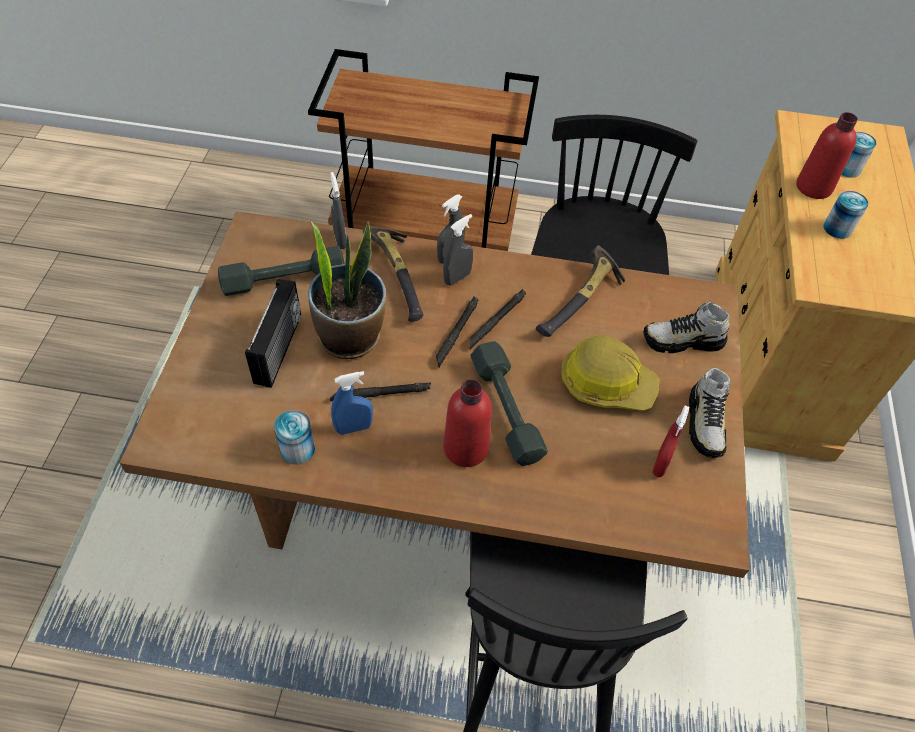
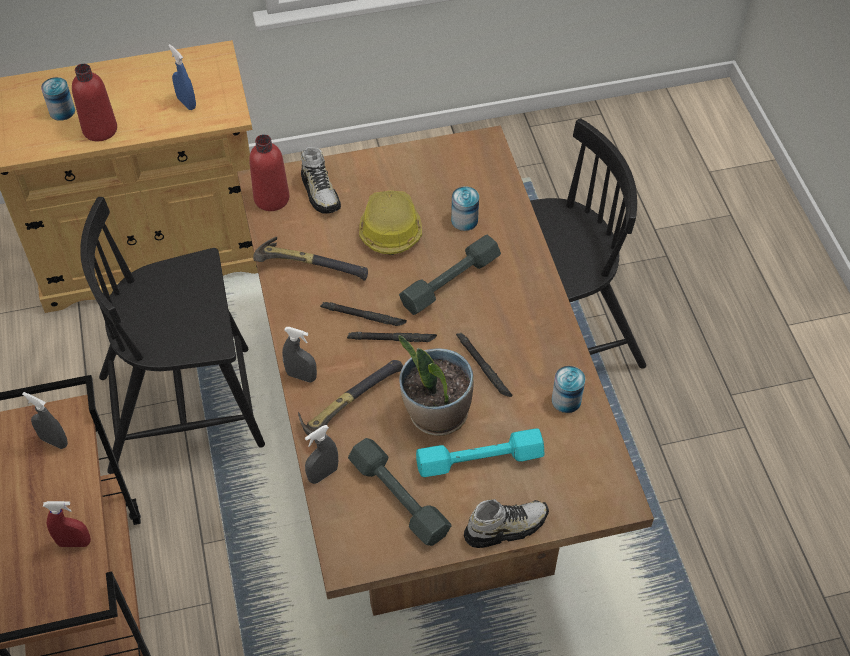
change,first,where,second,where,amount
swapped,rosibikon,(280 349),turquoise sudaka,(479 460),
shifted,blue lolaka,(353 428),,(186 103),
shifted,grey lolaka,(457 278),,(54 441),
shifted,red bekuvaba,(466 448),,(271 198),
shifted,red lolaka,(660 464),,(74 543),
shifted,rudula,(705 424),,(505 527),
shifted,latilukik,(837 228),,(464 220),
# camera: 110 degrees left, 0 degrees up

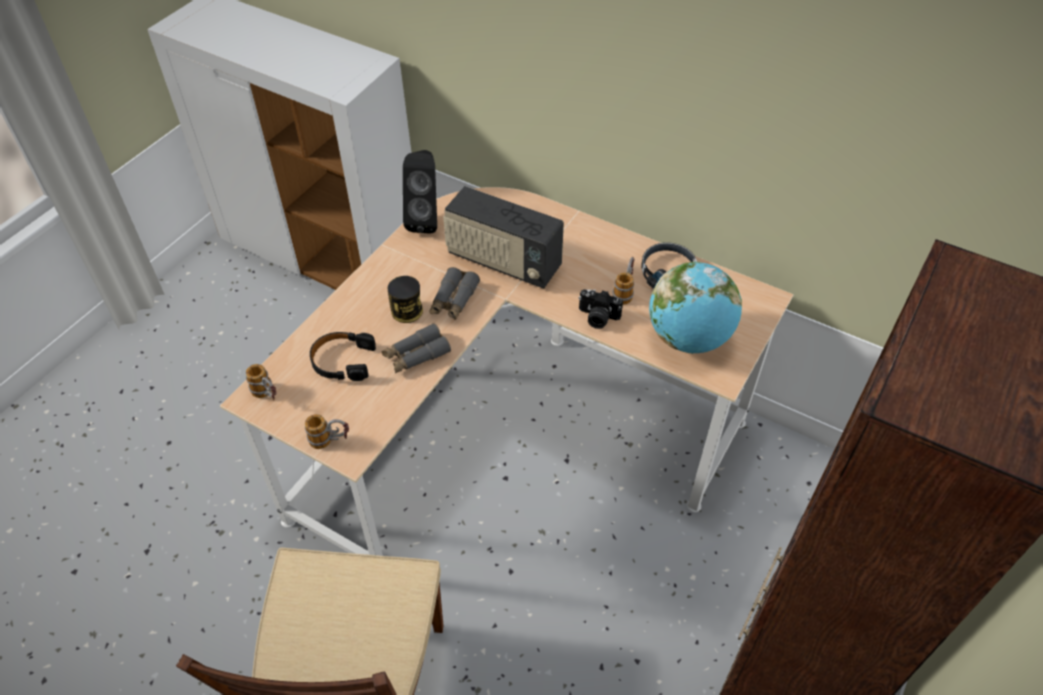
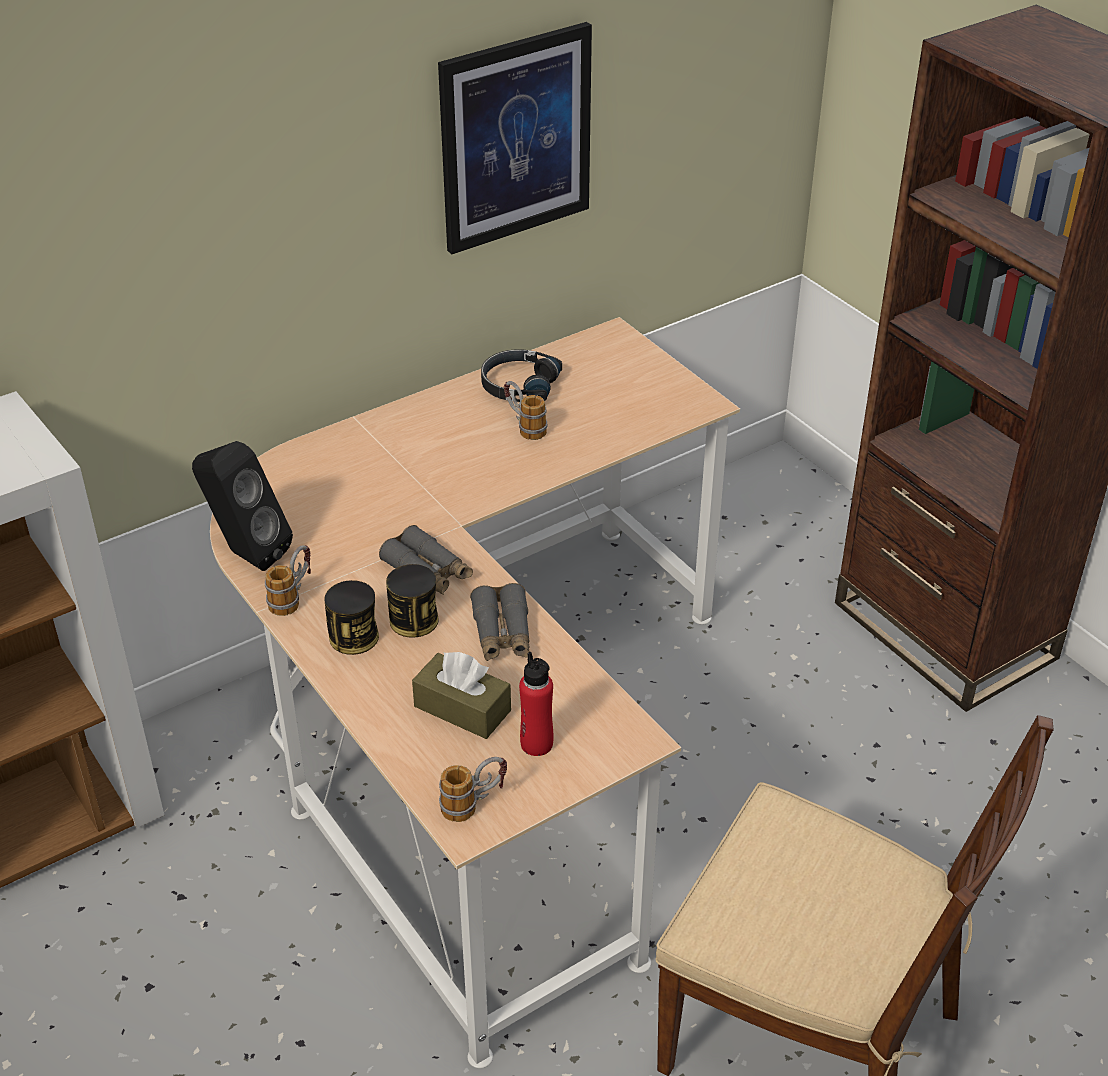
change,first,where,second,where,amount
shifted,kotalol,(330 441),,(293 597),
swapped,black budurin,(342 361),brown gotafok,(462 708),
gone,rosibikon,(503 262),,,
gone,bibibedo,(597 318),,,
gone,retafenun,(688 338),,,
new,,,latilukik,(354 637),
new,,,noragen,(515 138),
new,,,red bekuvaba,(536 744),
# camera: 65 degrees left, 10 degrees down

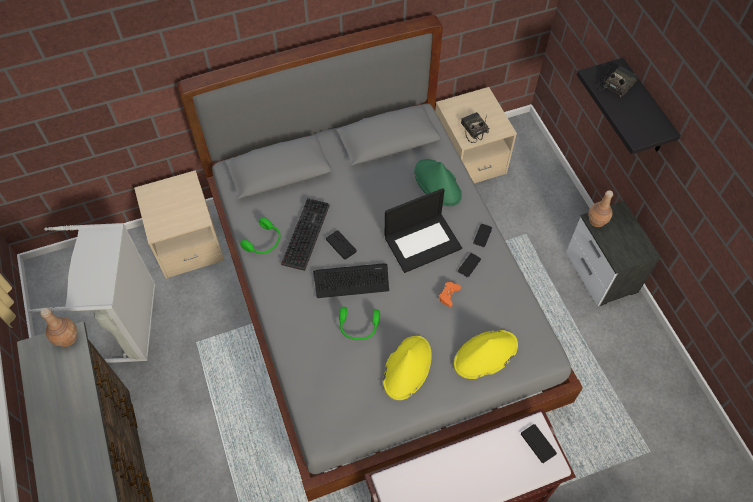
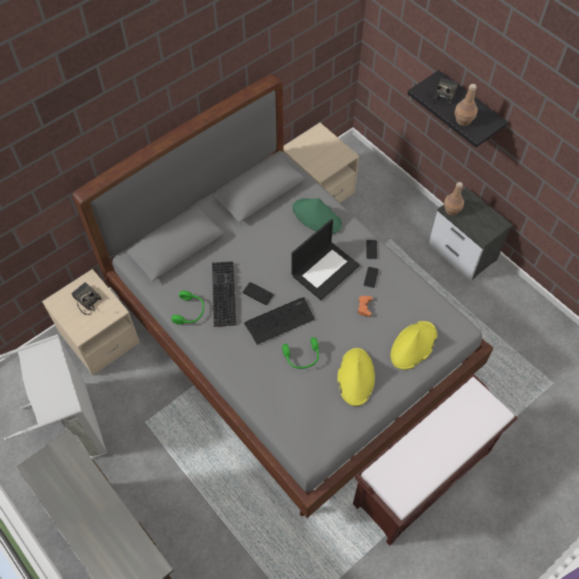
change,first,where,second,where,amount
shifted,brown bekuvaba,(66 337),,(463 120),
shifted,rosibikon,(473 130),,(86 300),
gone,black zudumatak,(538 443),,,
# camera: 20 degrees left, 0 degrees up

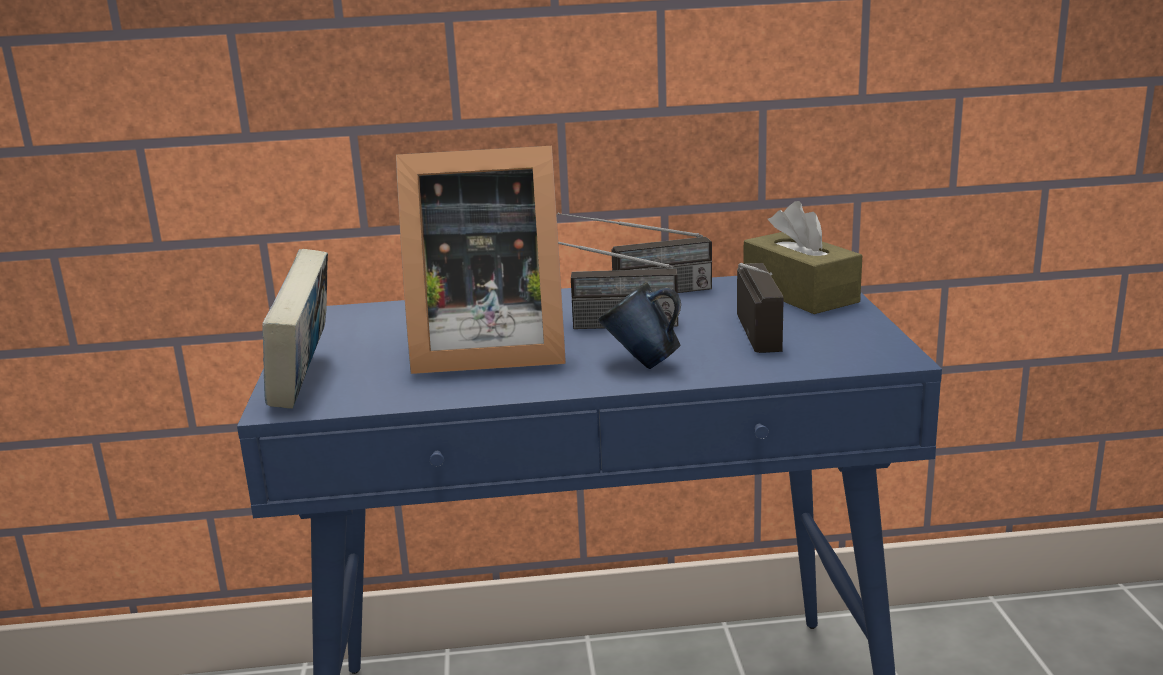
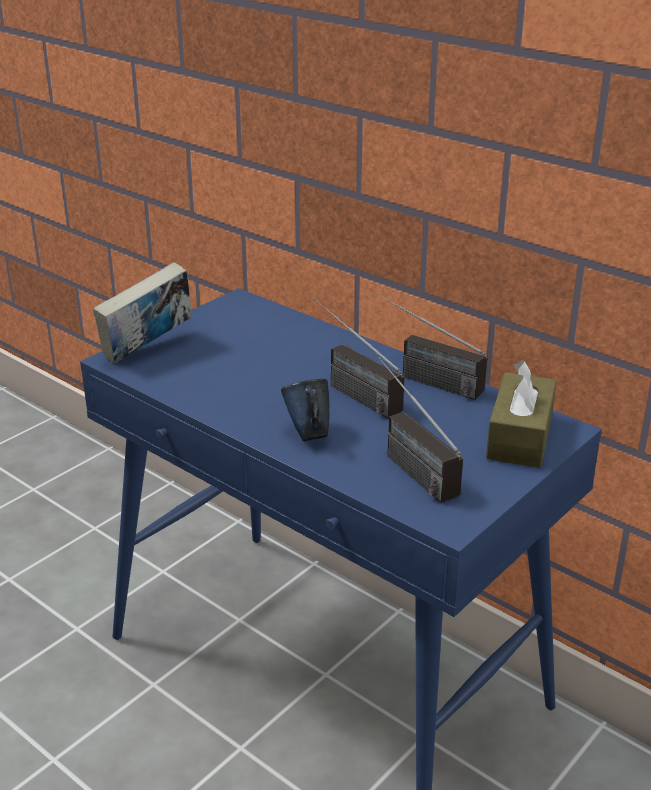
change,first,where,second,where,amount
gone,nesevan,(483 351),,,
rotated,rosibikon,(767 343),,(405 463),105 degrees clockwise
# camera: 45 degrees right, 10 degrees up

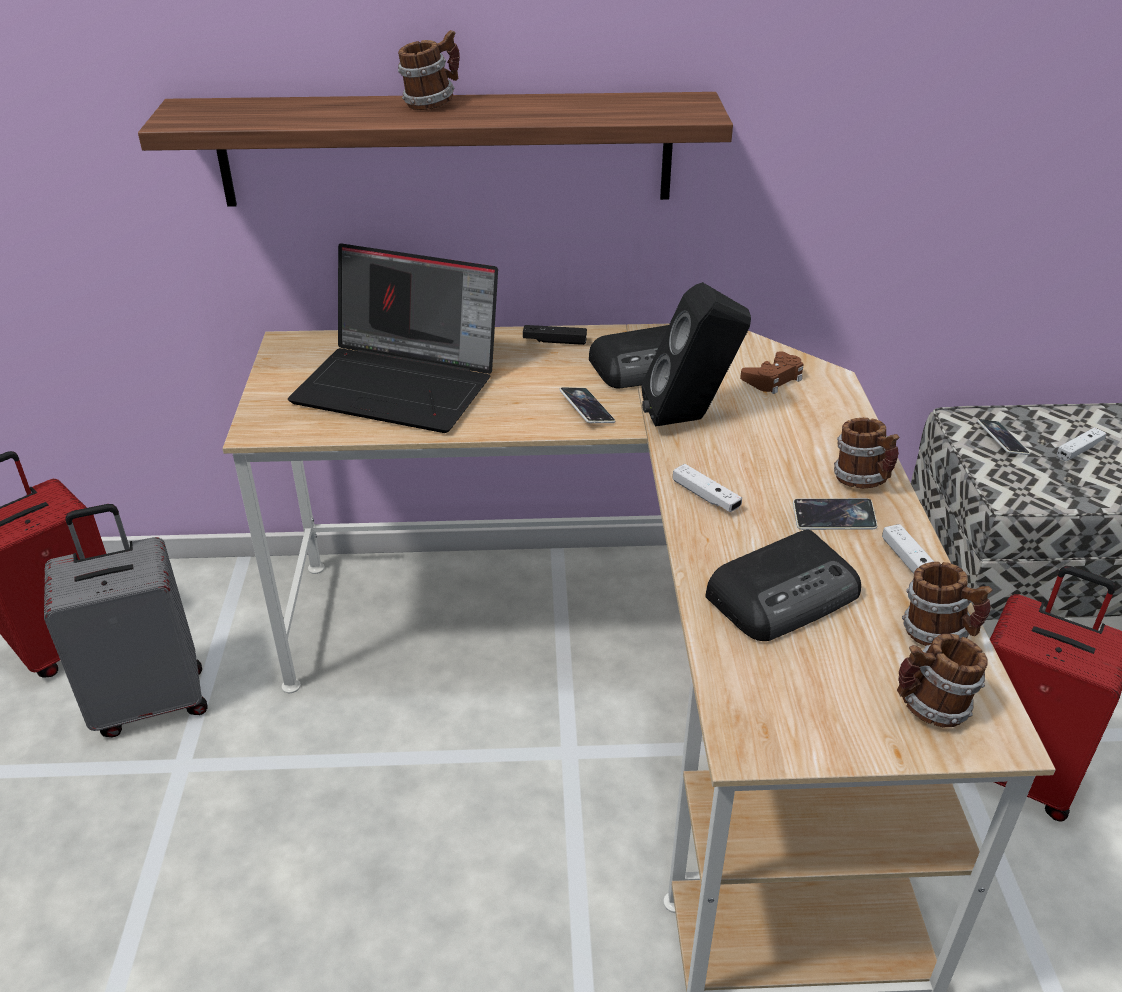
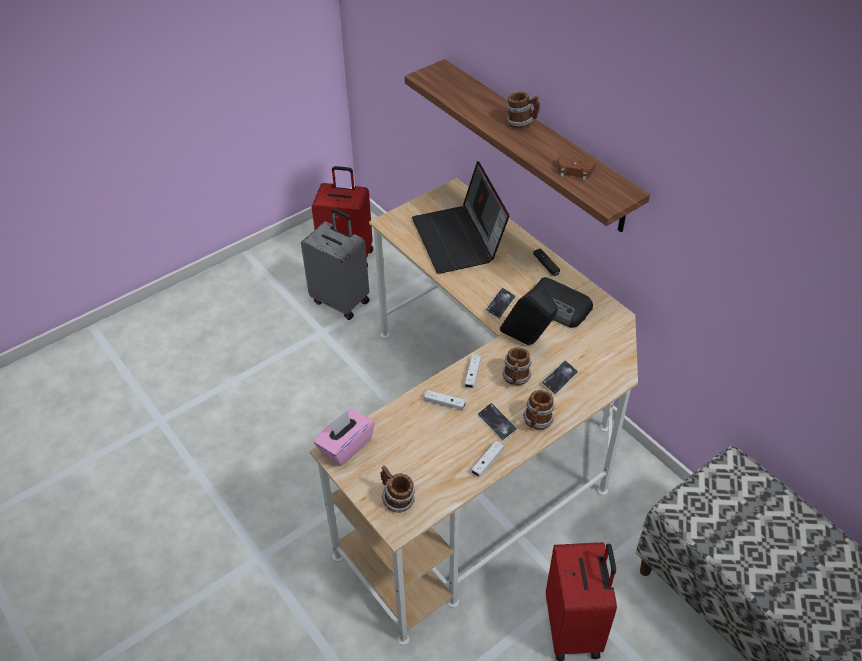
change,first,where,second,where,amount
gone,rosibikon,(785 594),,,
shifted,brown zudumatak,(773 379),,(574 171),
shifted,kotalol,(938 634),,(516 379),
shifted,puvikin,(1001 440),,(559 379),
shifted,white zudumatak,(1079 450),,(444 403),
new,,,pink gotafok,(345 446),
# camera: 55 degrees right, 10 degrees up

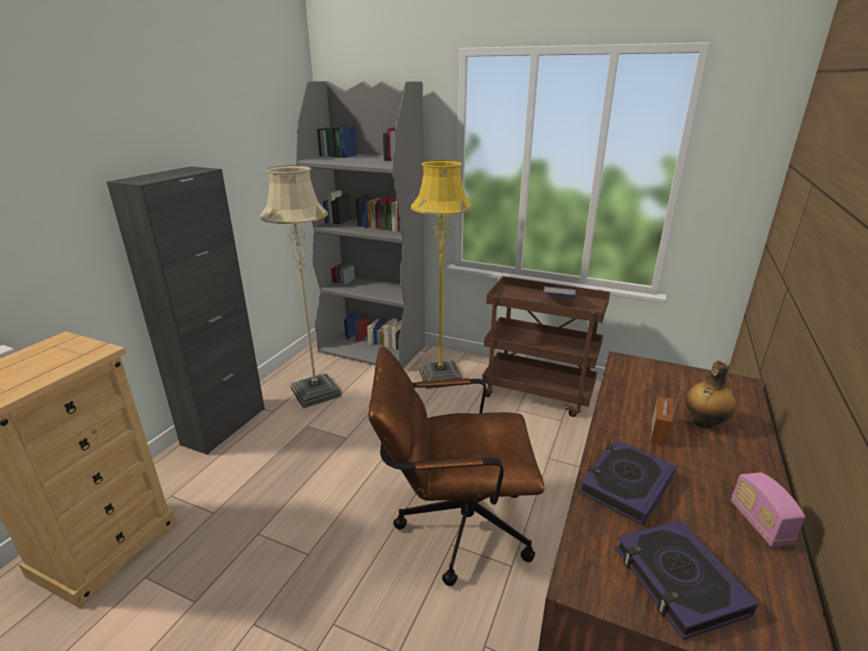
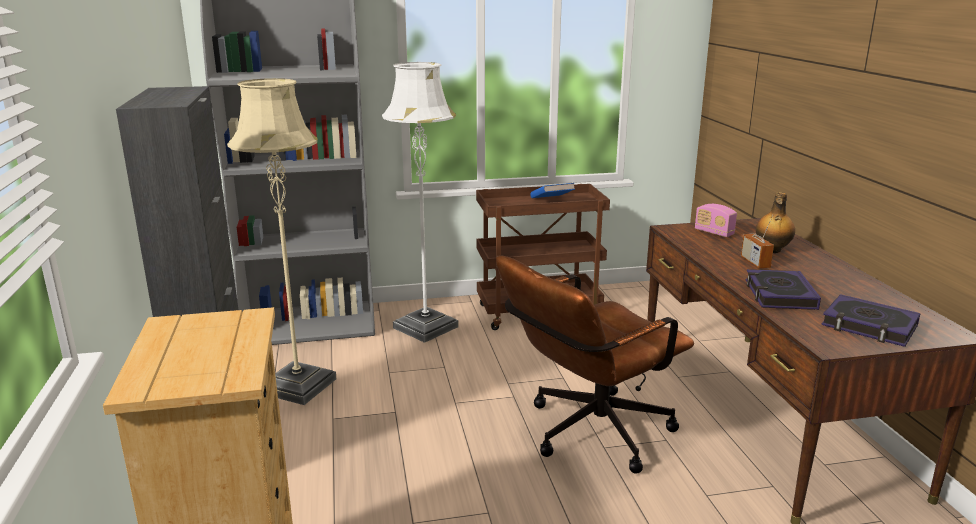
change,first,where,second,where,amount
repainted,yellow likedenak,(440 376),white likedenak,(426 327),
shifted,rosibikon,(759 523),,(714 232),
# camera: 35 degrees left, 5 degrees down

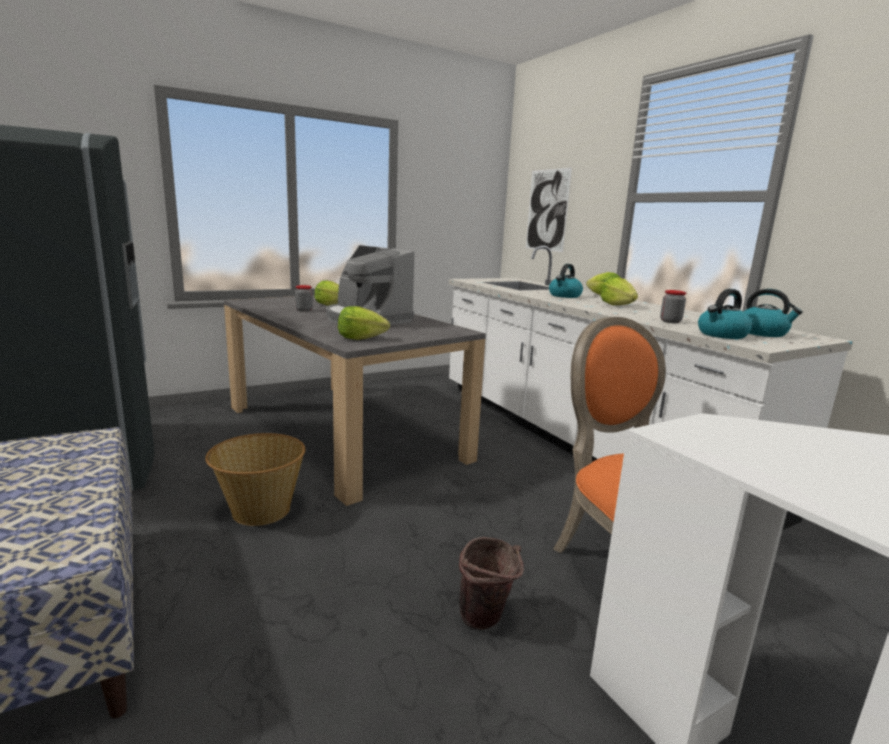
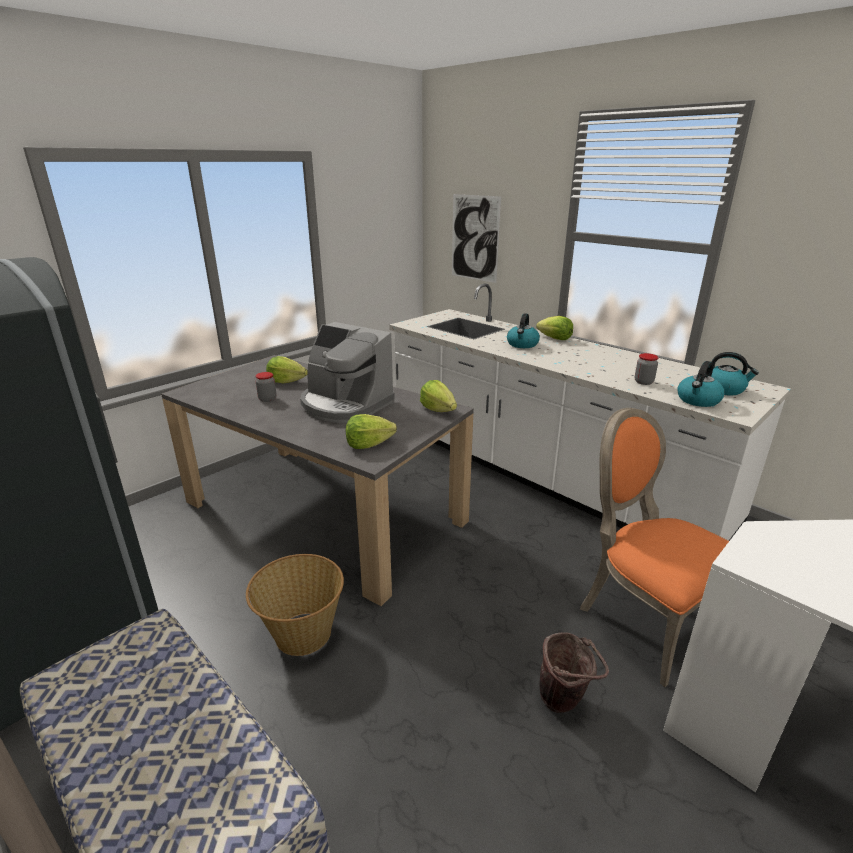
change,first,where,second,where,amount
shifted,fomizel,(617 305),,(438 410),
# camera: 15 degrees left, 10 degrees up

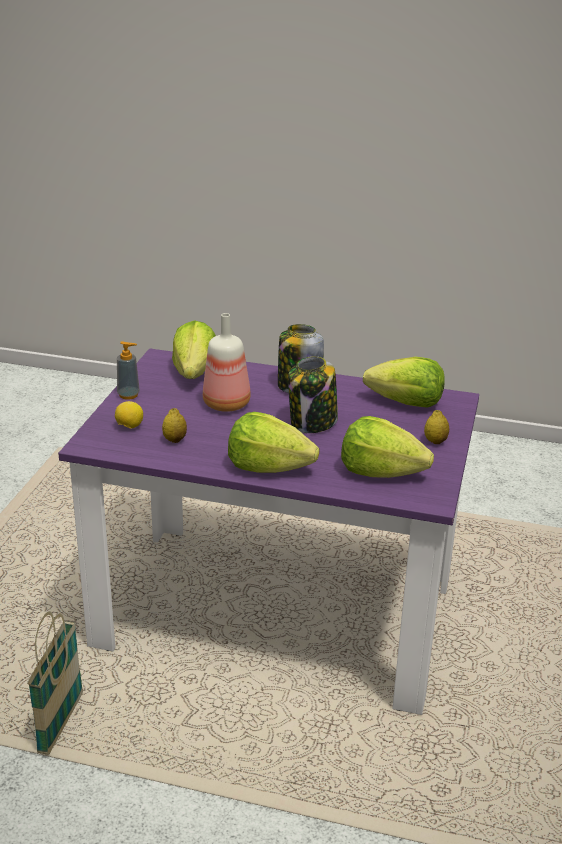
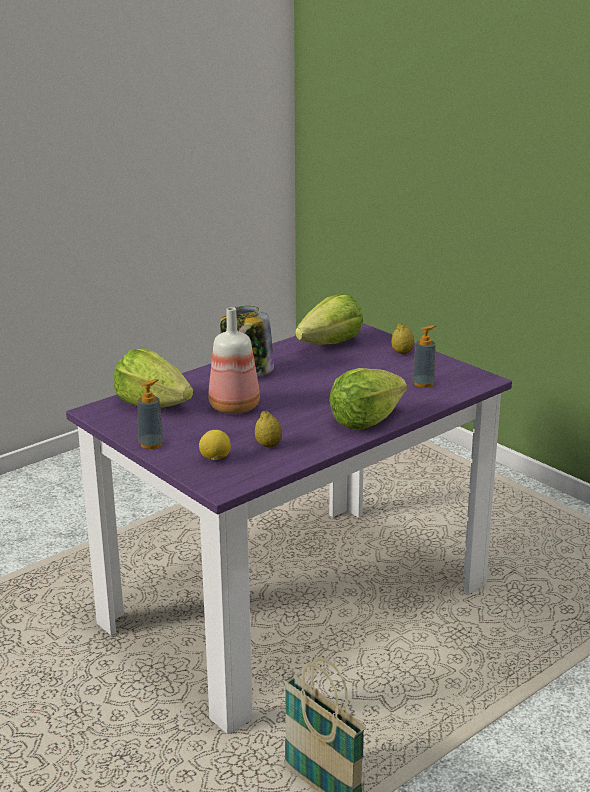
change,first,where,second,where,amount
gone,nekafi,(313 423),,,
swapped,fomizel,(380 472),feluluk,(423 383),
# camera: 55 degrees left, 5 degrees down

